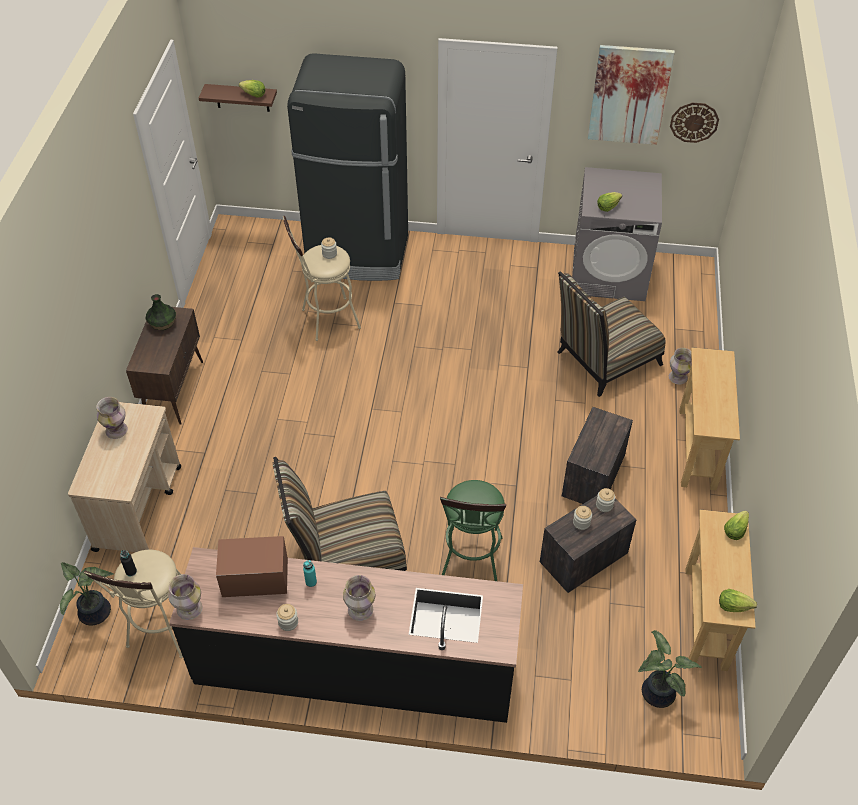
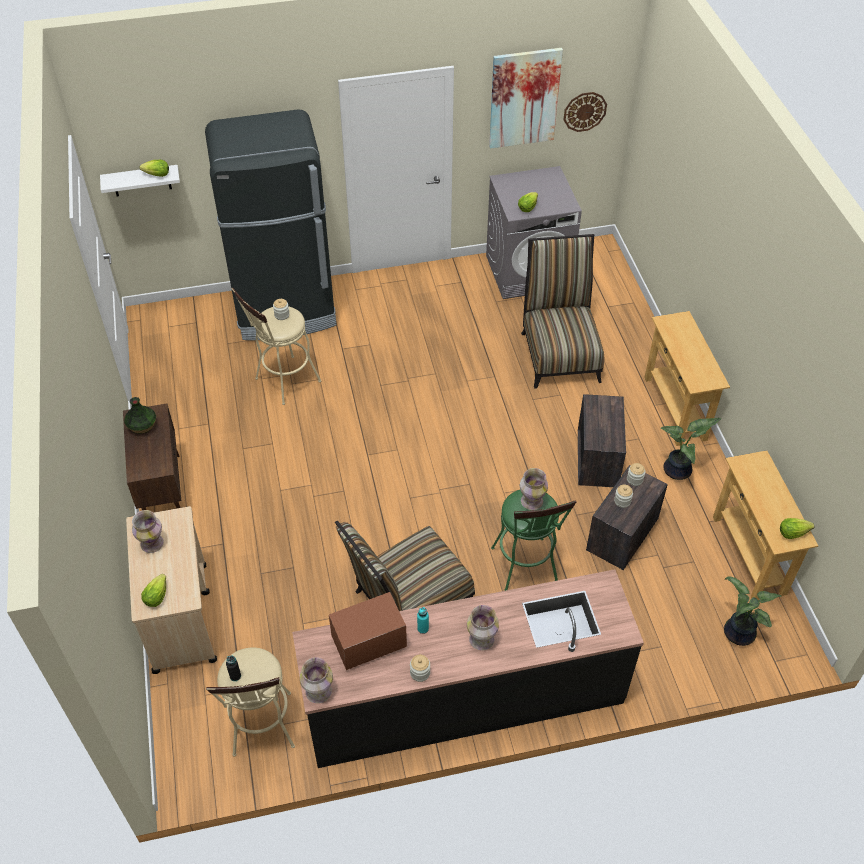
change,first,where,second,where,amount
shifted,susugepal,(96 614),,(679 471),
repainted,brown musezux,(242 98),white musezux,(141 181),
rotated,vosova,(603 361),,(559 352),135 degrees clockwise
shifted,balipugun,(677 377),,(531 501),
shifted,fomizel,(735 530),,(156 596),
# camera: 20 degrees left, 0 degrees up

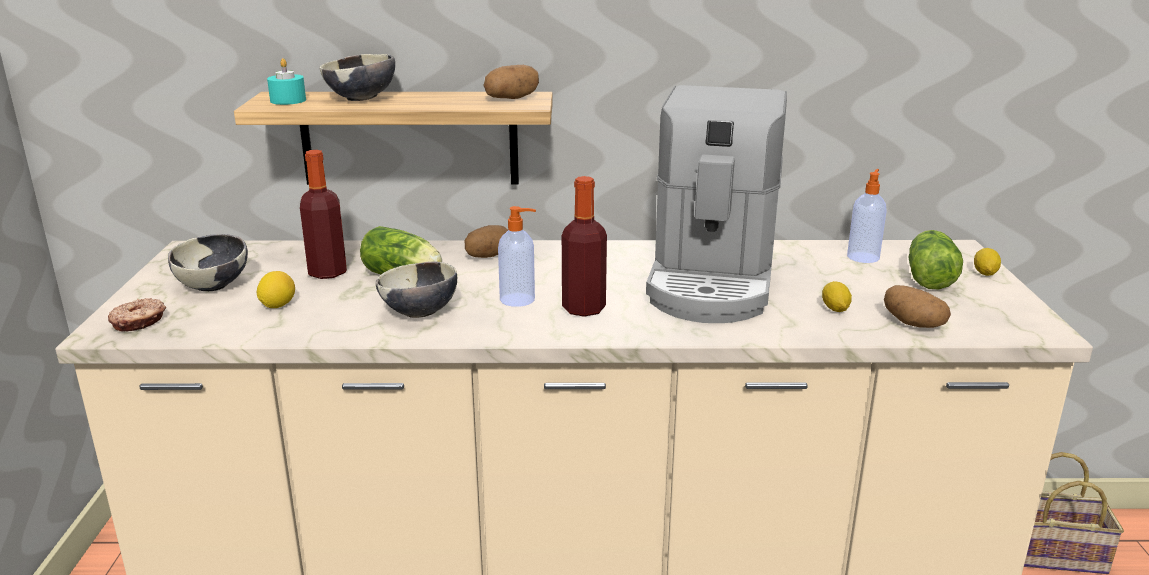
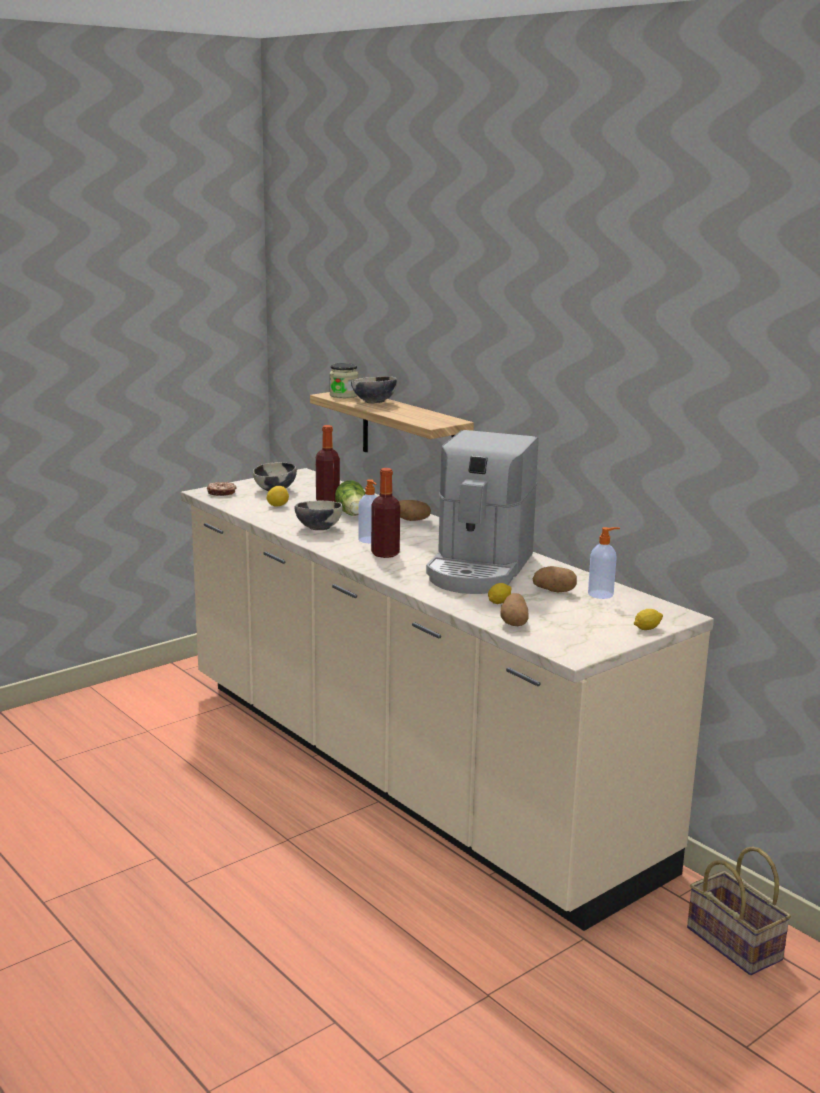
change,first,where,second,where,amount
swapped,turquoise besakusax,(288 100),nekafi,(343 395),
shifted,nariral,(511 98),,(554 591),
rotated,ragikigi,(712 281),,(479 569),45 degrees counterclockwise
gone,fomizel,(929 277),,,
# camera: 50 degrees right, 5 degrees down

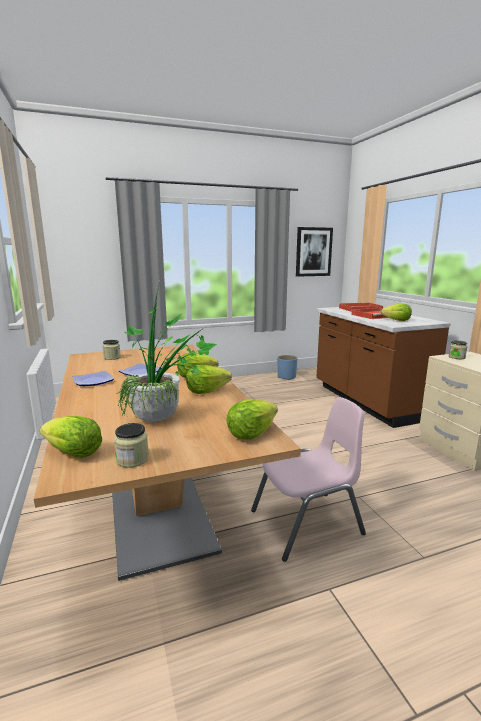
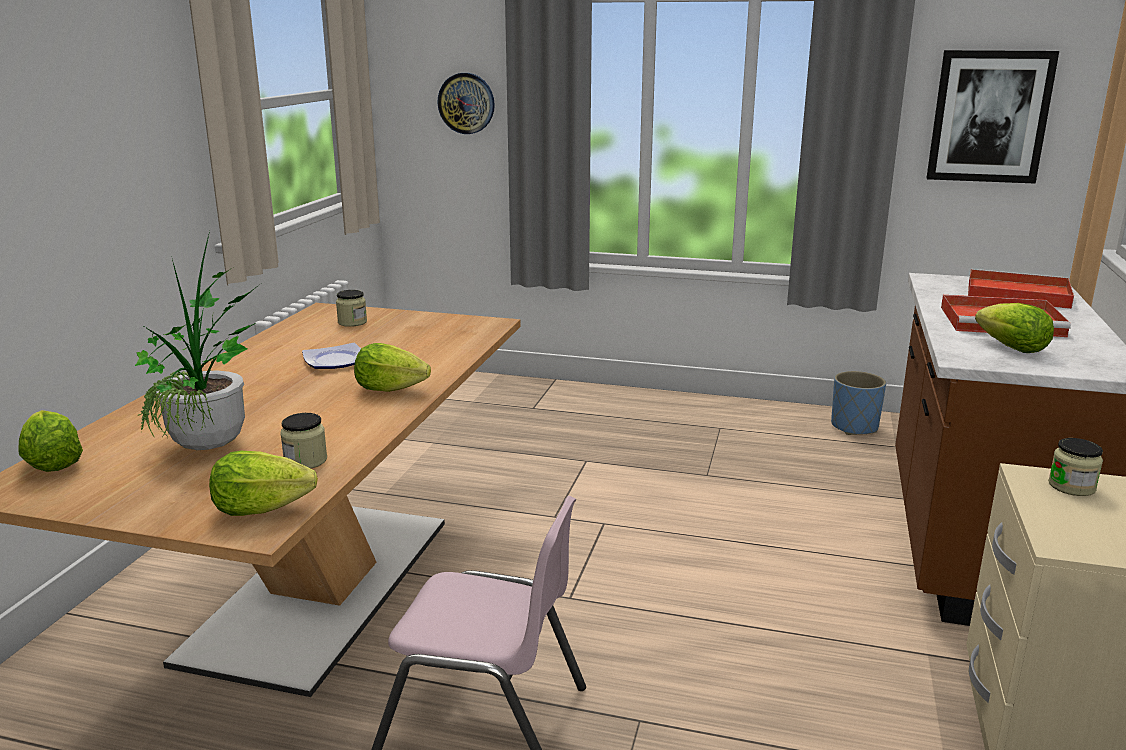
change,first,where,second,where,amount
gone,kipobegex,(92 381),,,
shifted,nekafi,(132 459),,(305 461),
gone,fomizel,(206 391),,,
new,,,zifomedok,(466 103),
# camera: 35 degrees right, 5 degrees up

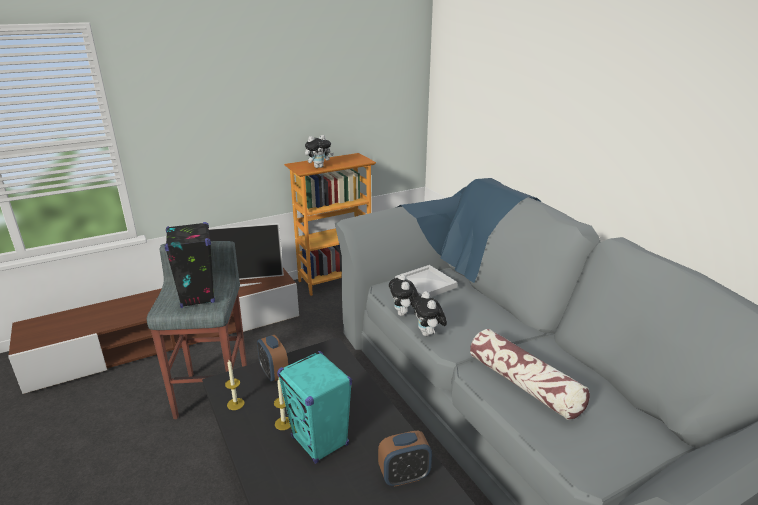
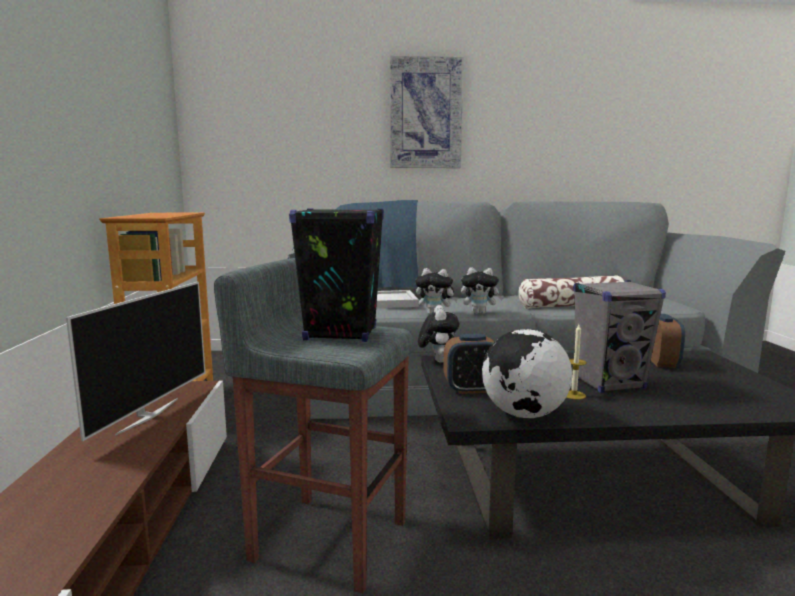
change,first,where,second,where,amount
swapped,besakusax,(235 404),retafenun,(523 414),
repainted,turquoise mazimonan,(320 441),grey mazimonan,(609 383),
shifted,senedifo,(319 167),,(437 360),
new,,,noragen,(425 113),
# camera: 65 degrees left, 15 degrees down

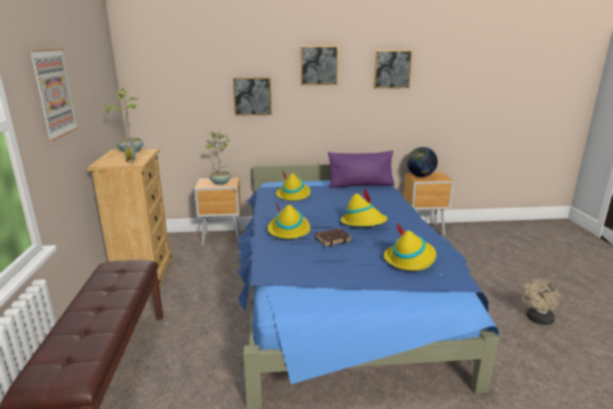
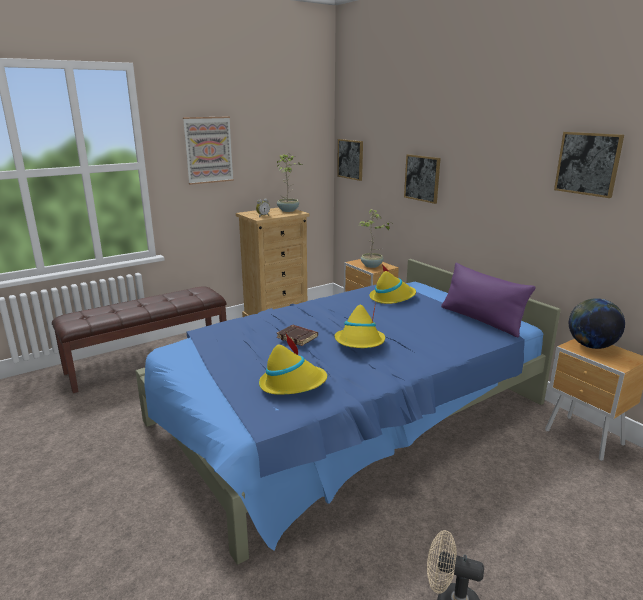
change,first,where,second,where,amount
gone,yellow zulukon,(289 230),,,
shifted,noragen,(319 65),,(350 159),
# camera: 60 degrees right, 0 degrees up

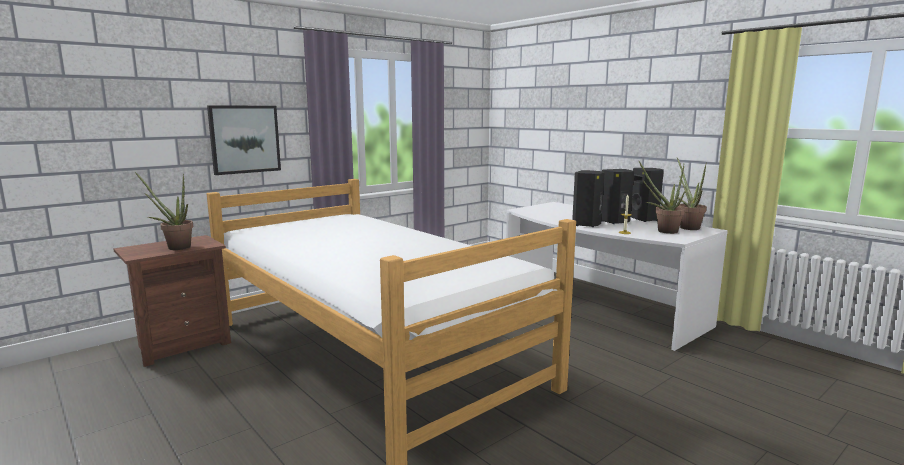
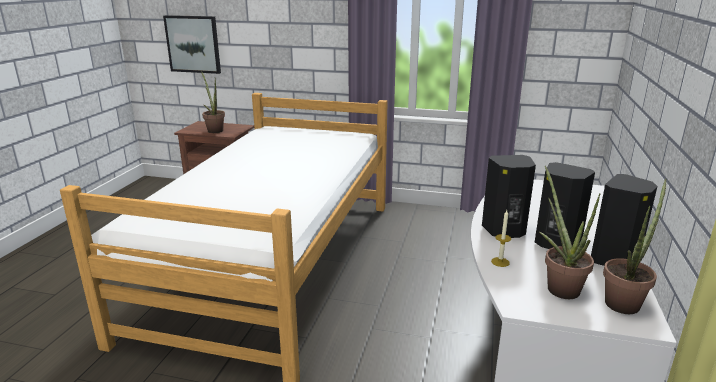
change,first,where,second,where,amount
shifted,noragen,(244 139),,(193 44),
# camera: 55 degrees right, 10 degrees up

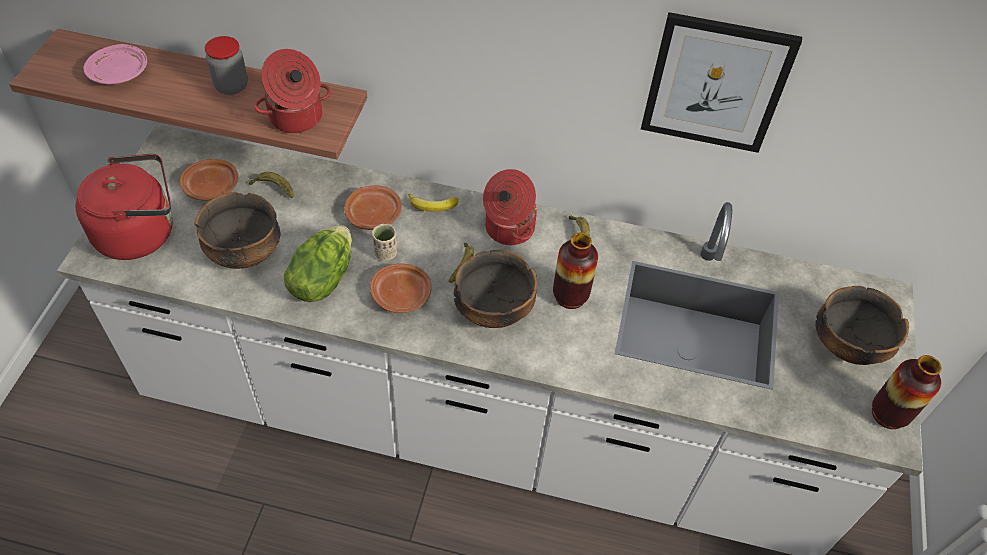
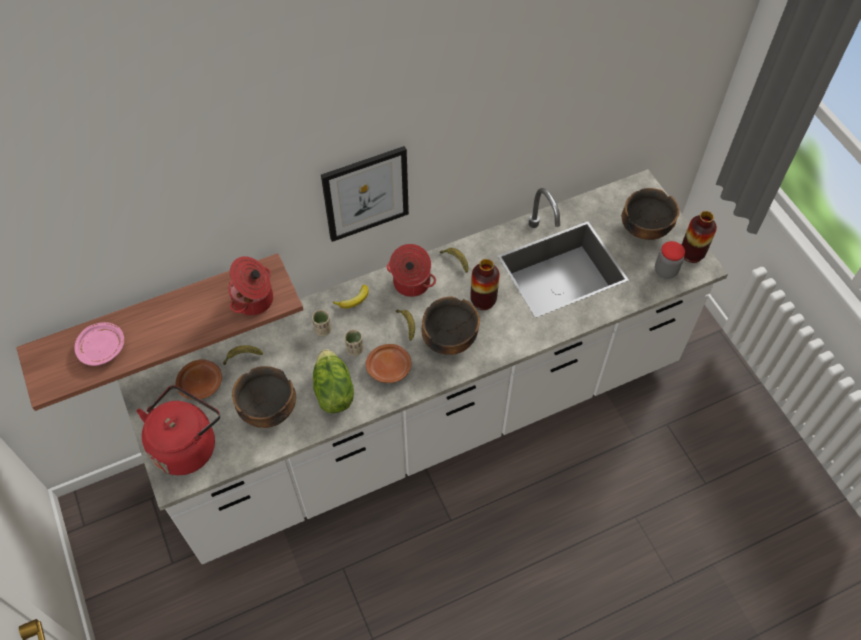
change,first,where,second,where,amount
shifted,nekafi,(231 86),,(665 271),
swapped,brown kipobegex,(374 214),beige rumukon,(323 329),
shifted,noragen,(716 83),,(366 193),
# camera: 35 degrees left, 5 degrees up

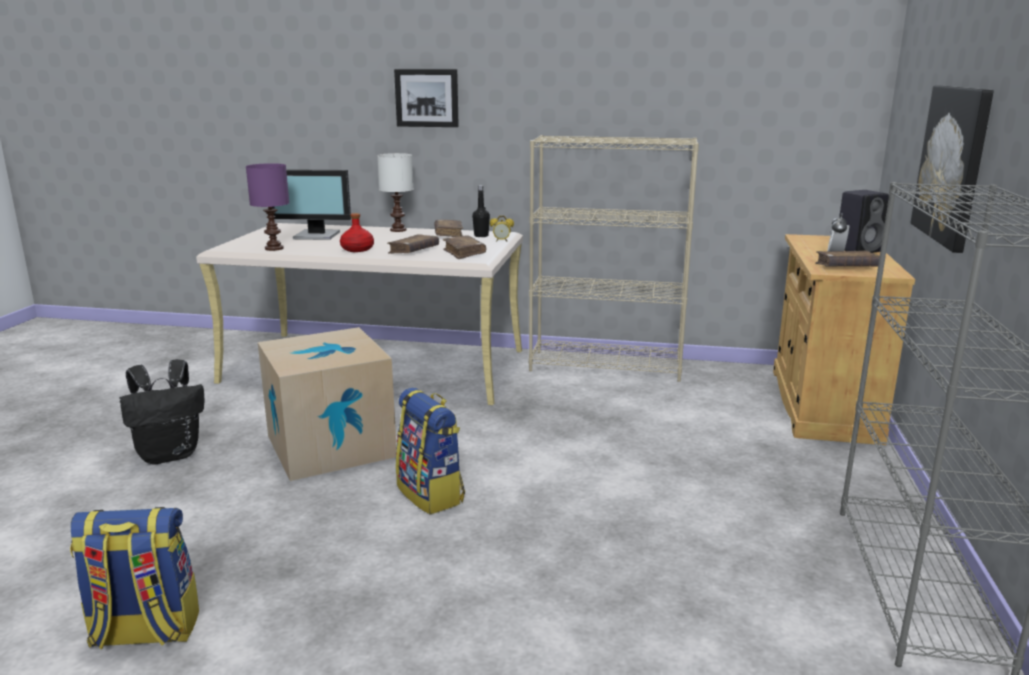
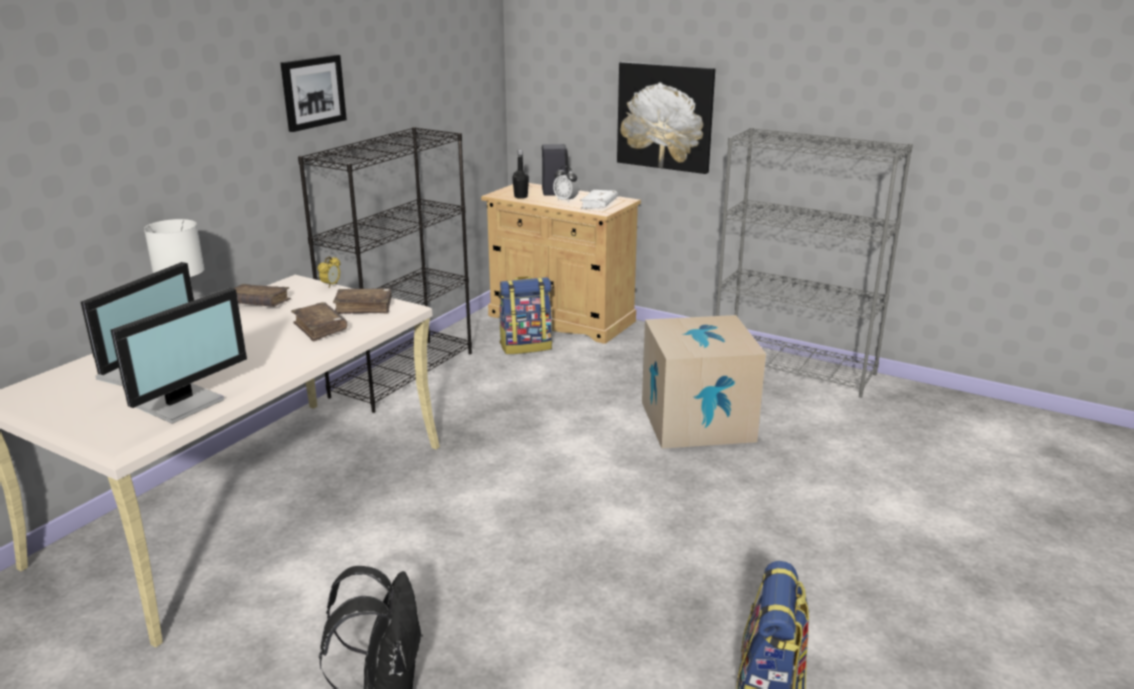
change,first,where,second,where,amount
swapped,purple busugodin,(275 248),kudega,(183 404),
shifted,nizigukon,(330 446),,(697 421),
gone,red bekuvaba,(357 249),,,
shifted,noragen,(427 98),,(312 92),
shifted,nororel,(431 494),,(526 346),
shifted,black bekuvaba,(481 236),,(521 197),
repainted,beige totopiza,(606 366),black totopiza,(403 374),
repainted,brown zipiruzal,(846 267),white zipiruzal,(598 205),
# camera: 70 degrees left, 5 degrees up

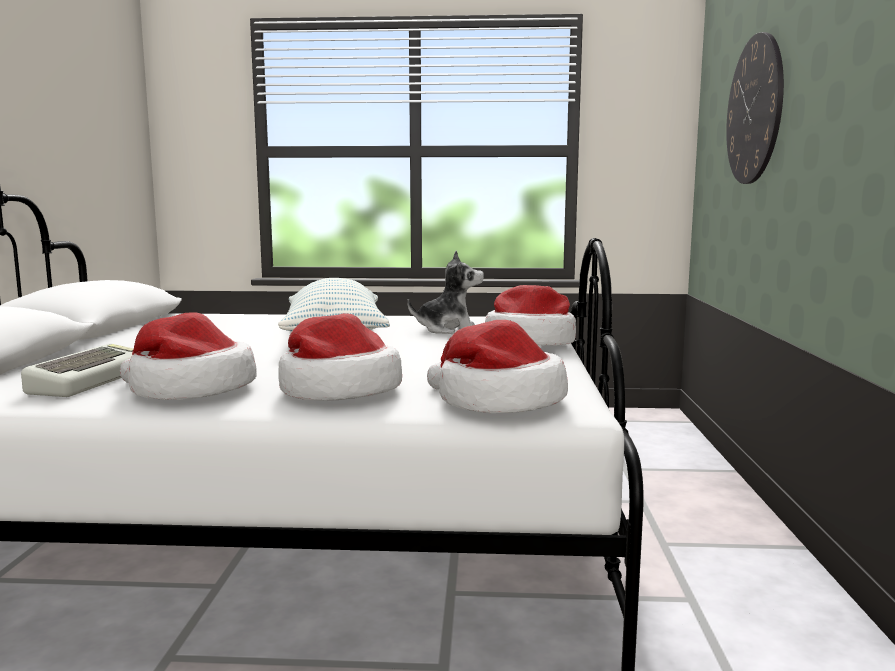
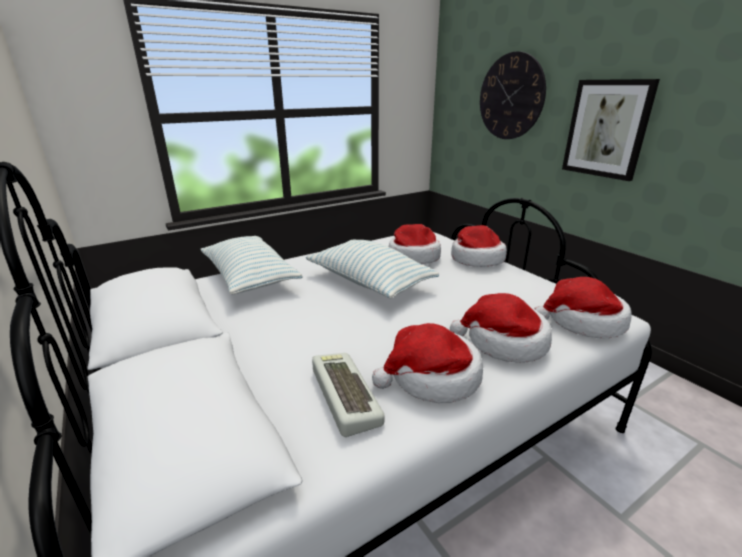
change,first,where,second,where,amount
swapped,senedifo,(448 330),zulukon,(413 257),
new,,,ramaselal,(250 278),
new,,,noragen,(606 129),
# camera: 35 degrees left, 15 degrees up

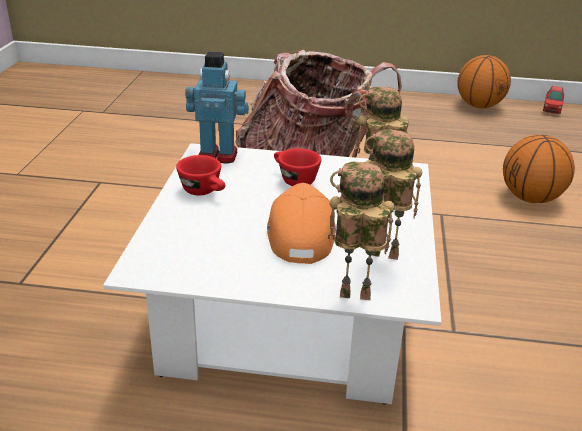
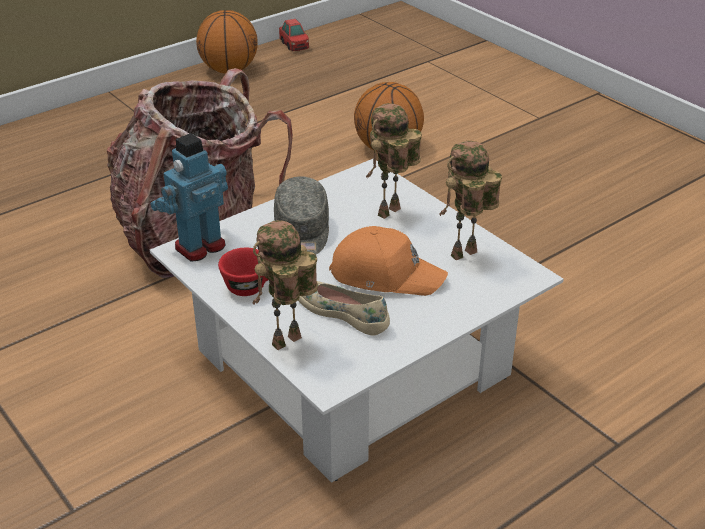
change,first,where,second,where,amount
rotated,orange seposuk,(300 233),,(386 274),150 degrees clockwise
swapped,red rumukon,(293 179),grey seposuk,(302 232),
shifted,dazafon,(352 297),,(287 344),
new,,,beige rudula,(341 312),
# camera: 45 degrees left, 5 degrees up

